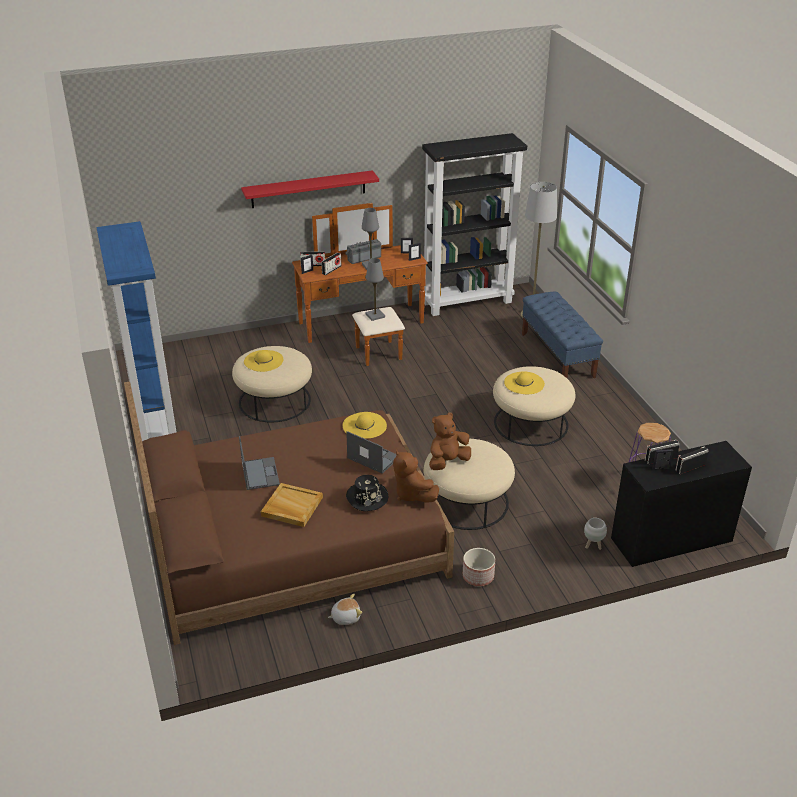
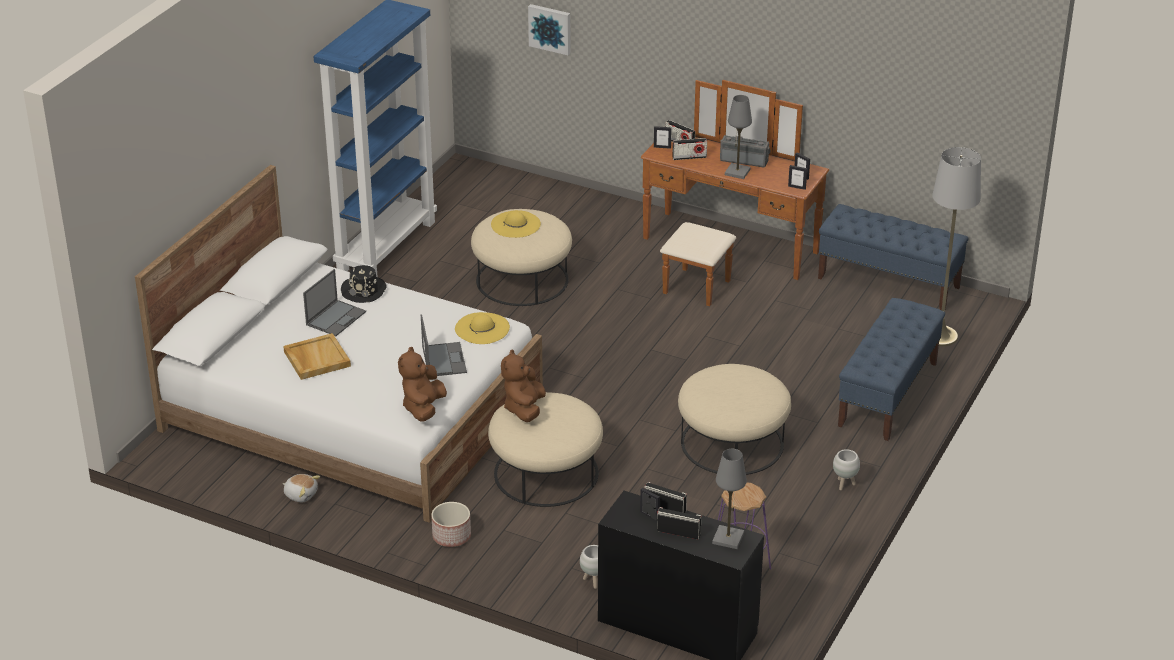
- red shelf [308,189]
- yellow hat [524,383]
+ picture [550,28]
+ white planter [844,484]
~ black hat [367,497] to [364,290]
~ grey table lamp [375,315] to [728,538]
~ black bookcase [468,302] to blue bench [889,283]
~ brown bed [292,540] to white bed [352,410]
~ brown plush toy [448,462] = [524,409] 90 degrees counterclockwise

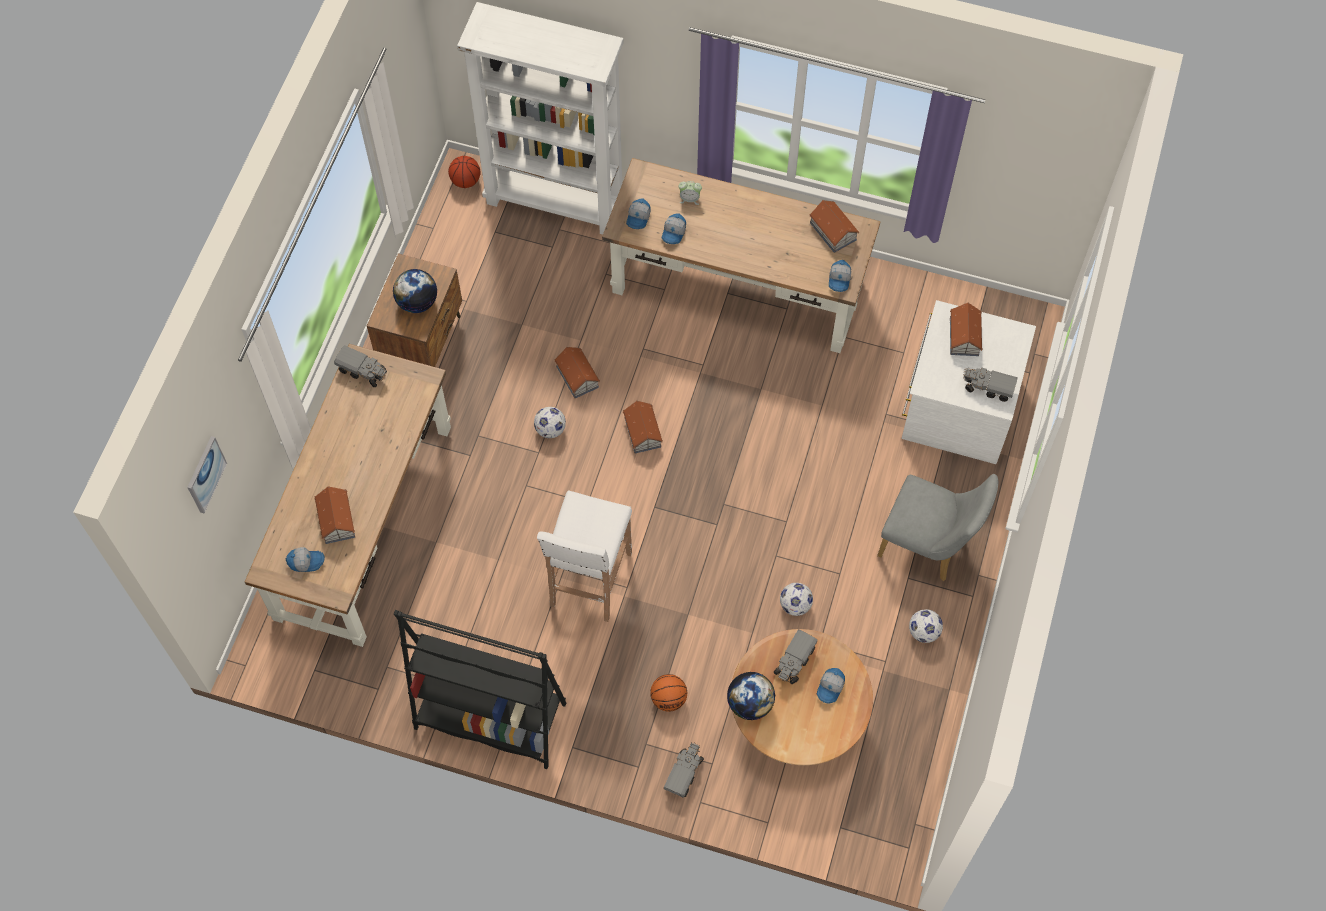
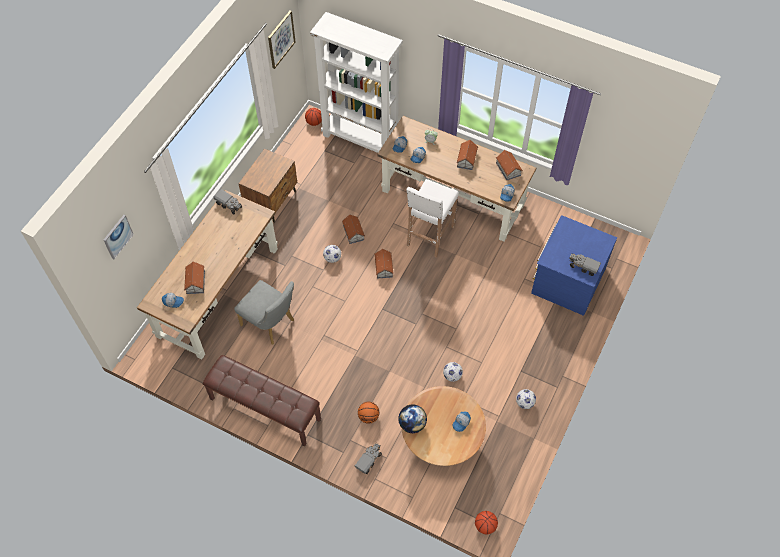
- globe [417,302]
- toy truck [794,662]
+ picture [281,39]
+ basketball [485,525]
~ white stool [589,581] to [429,236]
~ grey chair [929,545] to [271,324]
~ toy house [964,336] to [467,159]
~ black bookcase [490,715] to brown bench [264,409]
~ white dresser [958,405] to blue dresser [567,280]

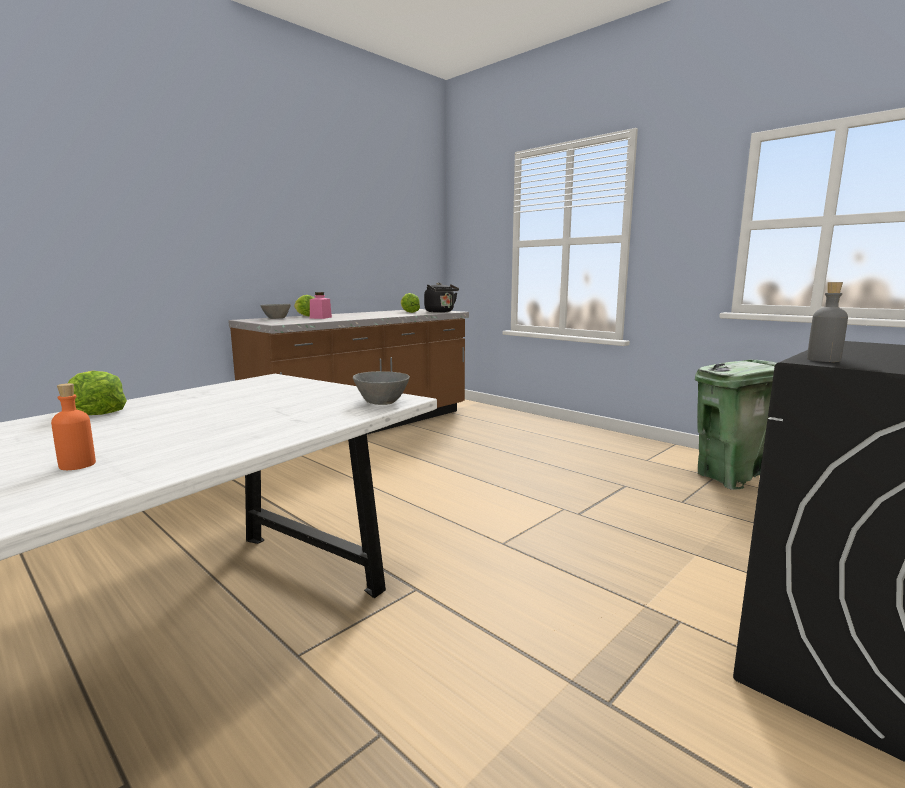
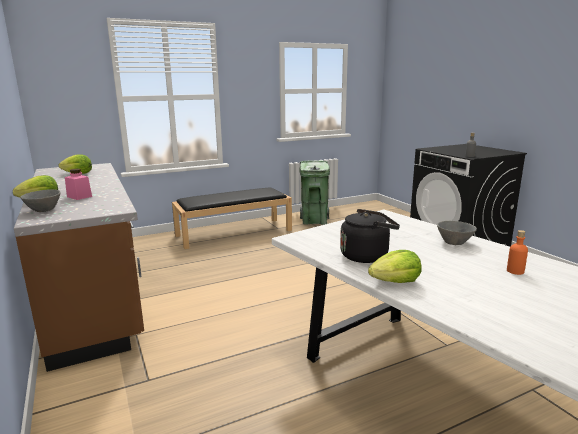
+ black bench [234,232]
~ grey bowl [381,402] to [455,242]
~ black kettle [440,312] to [367,256]

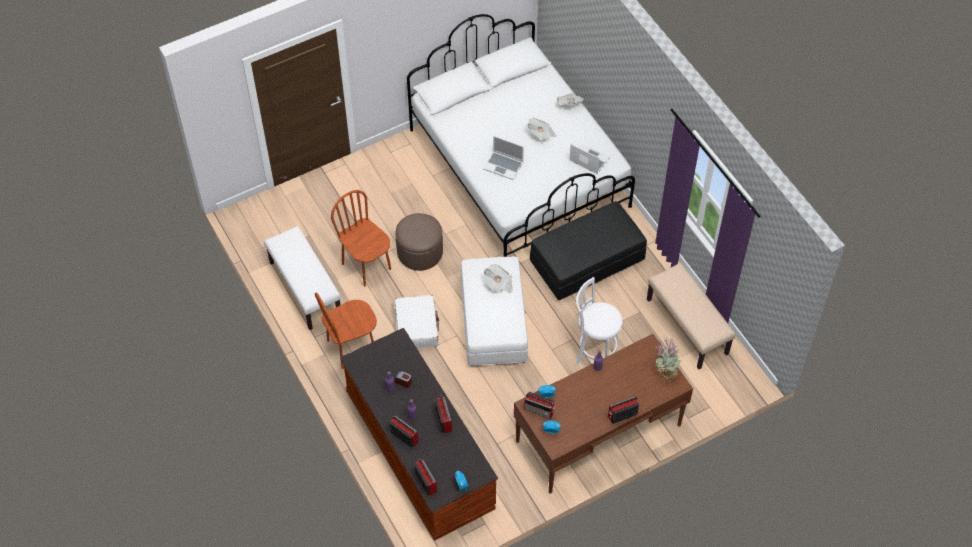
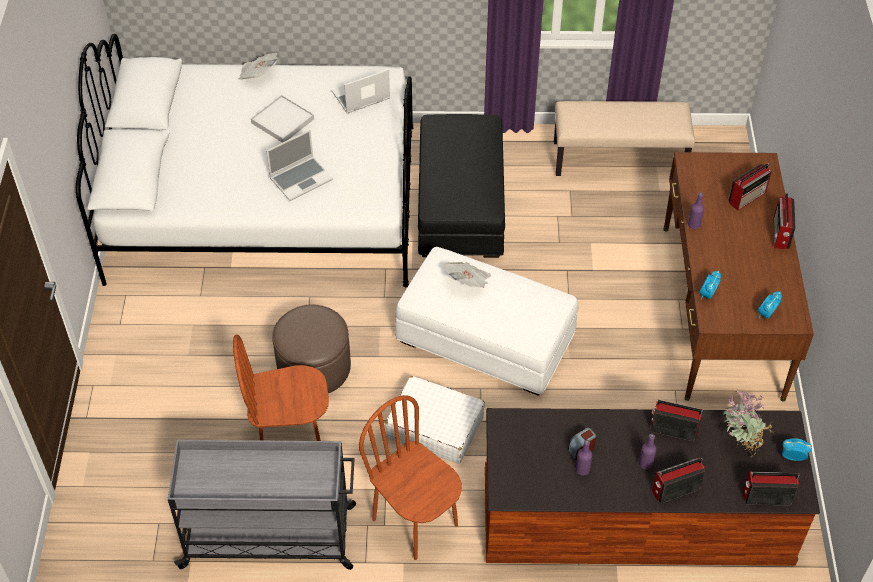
- white stool [594,353]
~ radio [539,411] to [747,197]
~ potted plant [665,373] to [739,444]
~ white bench [304,289] to grey cart [271,536]
~ newspaper [541,134] to white tray [282,121]
~ brown chair [351,347] = [415,522] 135 degrees clockwise

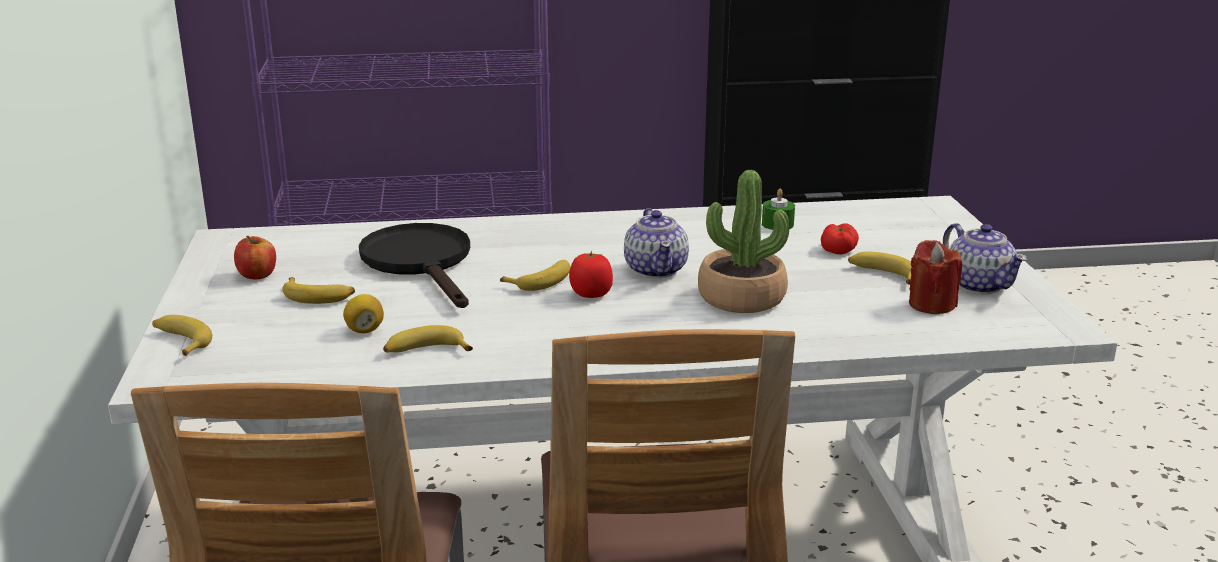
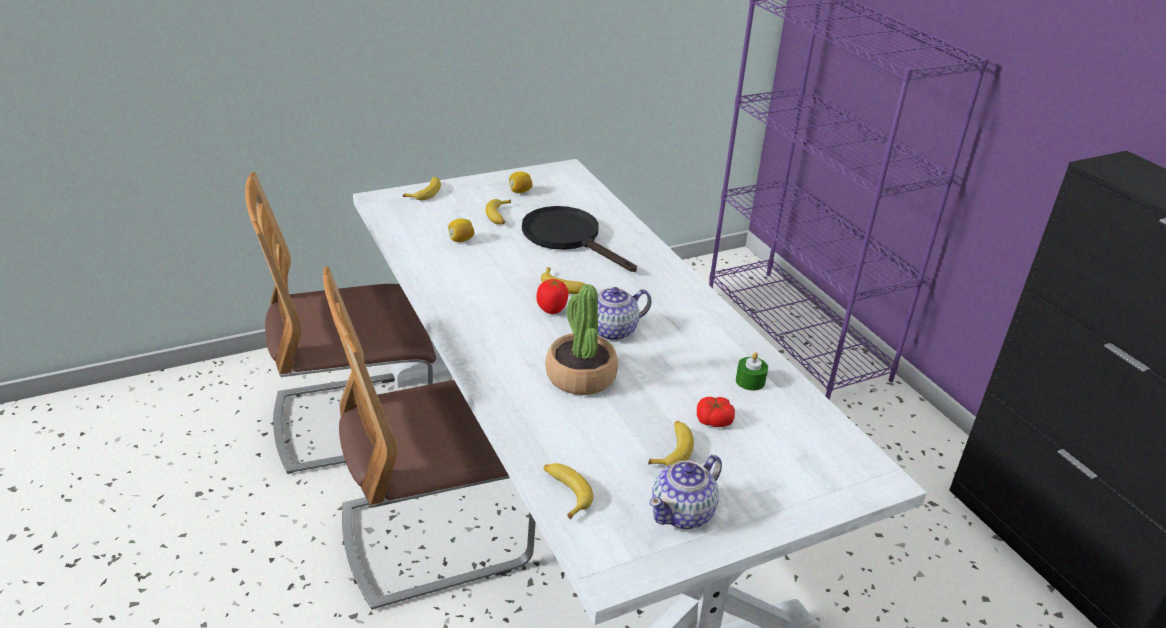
- red candle [931,304]
~ banana [426,351] to [565,493]
~ apple [257,275] to lemon [520,191]
~ black frying pan [421,263] = [569,238] 90 degrees counterclockwise

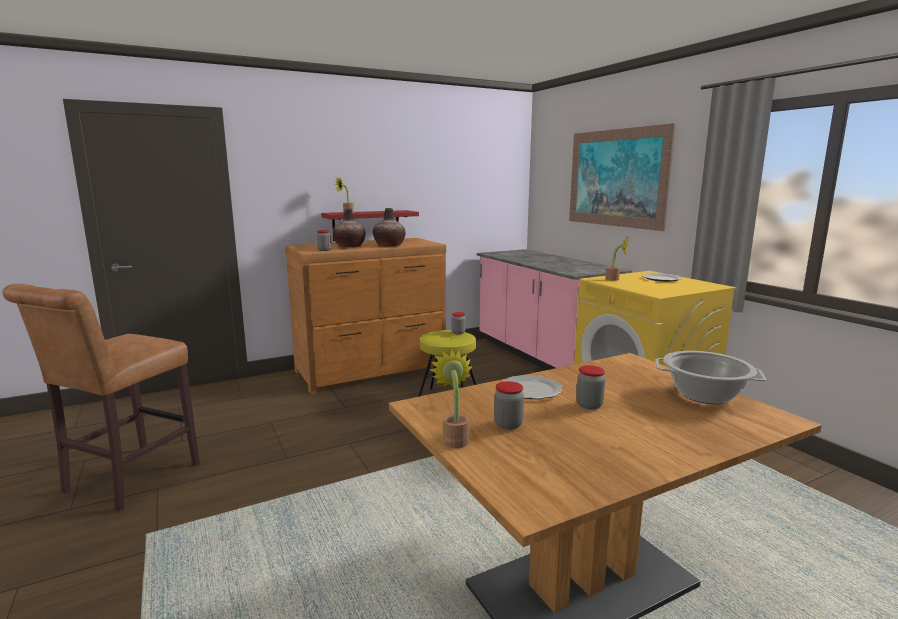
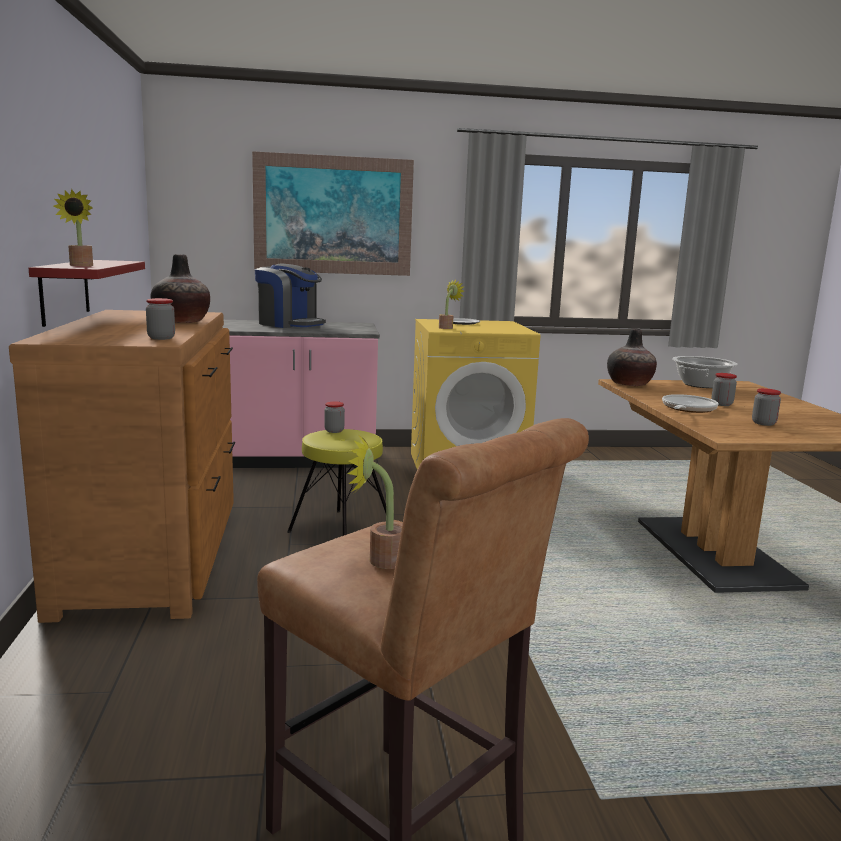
+ coffee machine [289,324]
~ vase [349,246] to [629,384]
~ potted plant [454,438] to [380,559]
~ plate [530,389] to frying pan [687,409]

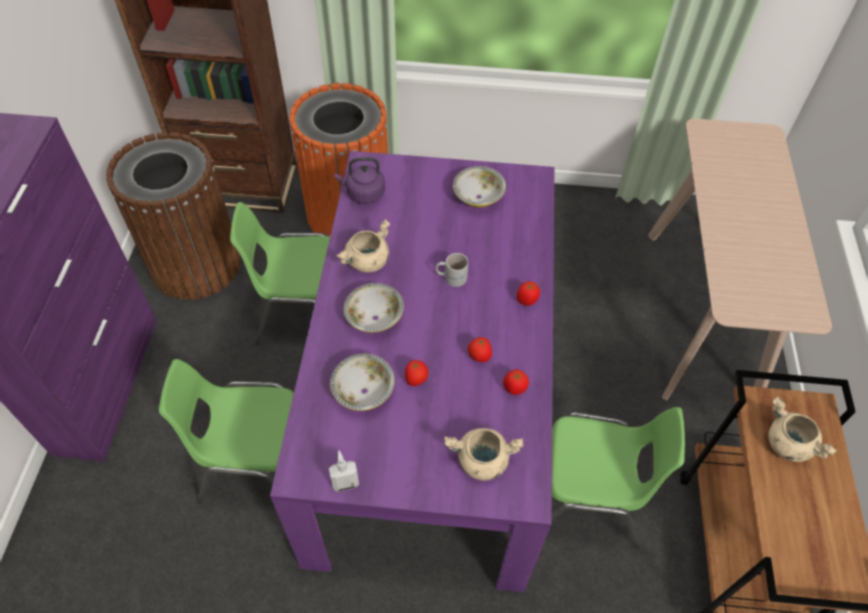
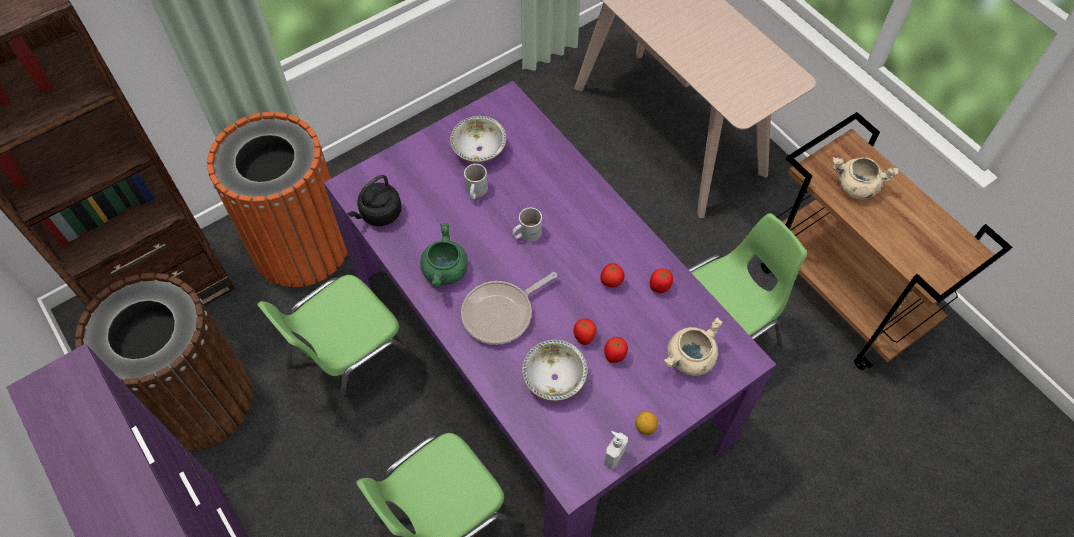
+ white mug [474,191]
+ lemon [645,427]
~ tomato [527,301] to [615,355]
~ bowl [374,318] to frying pan [501,313]
~ purple kettle [363,194] to black kettle [379,214]
~ beige cooking pot [367,262] to green cooking pot [446,271]

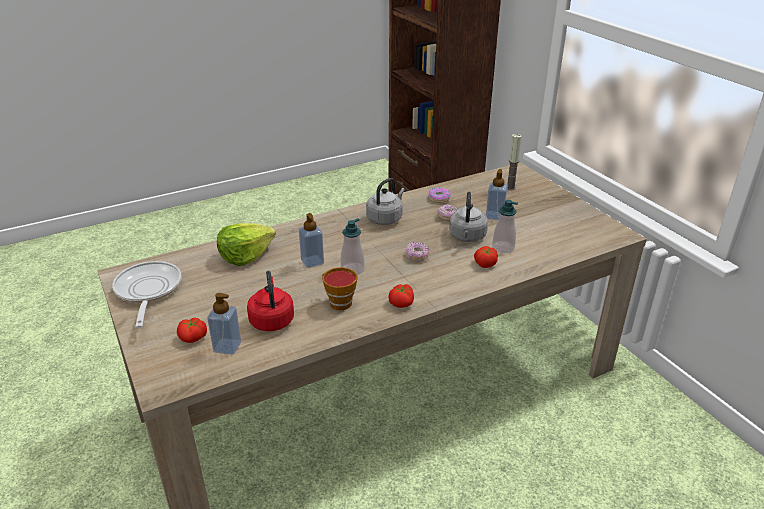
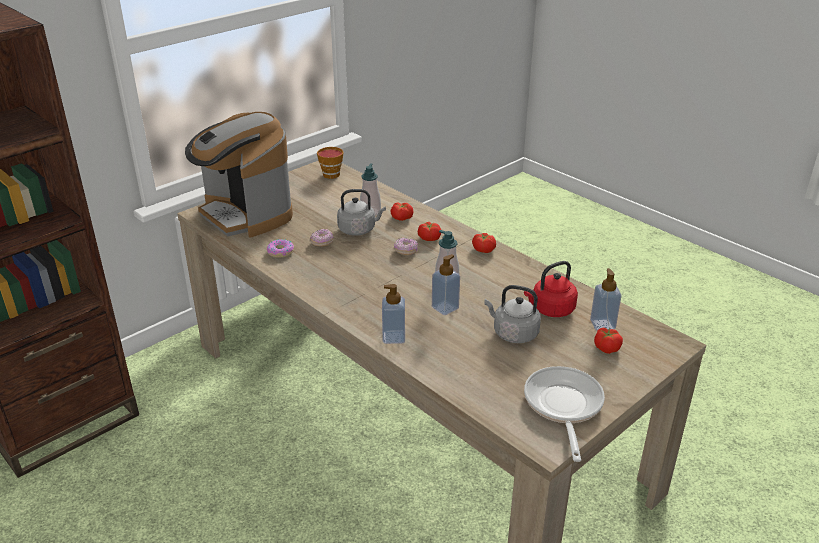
- lettuce [245,255]
+ tomato [429,238]
~ cup [338,302] to [330,176]
~ grey kettle [385,218] to [513,333]
~ soap dispenser [495,216] to [393,337]
~ candle [510,188] to coffee machine [246,214]
~ frying pan [147,291] = [563,406] 120 degrees clockwise

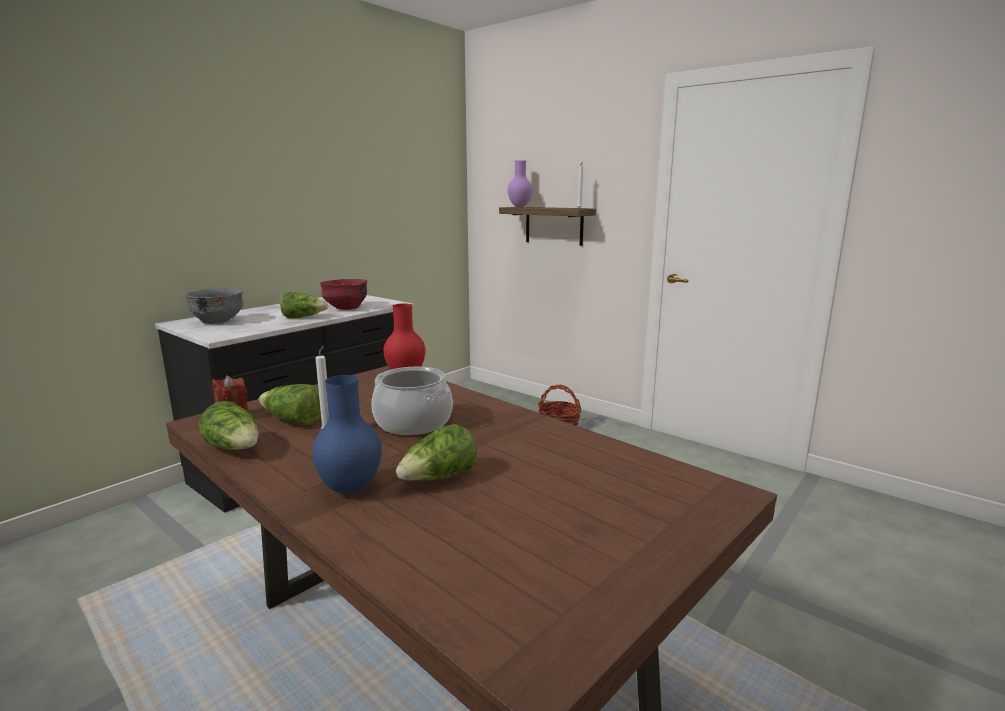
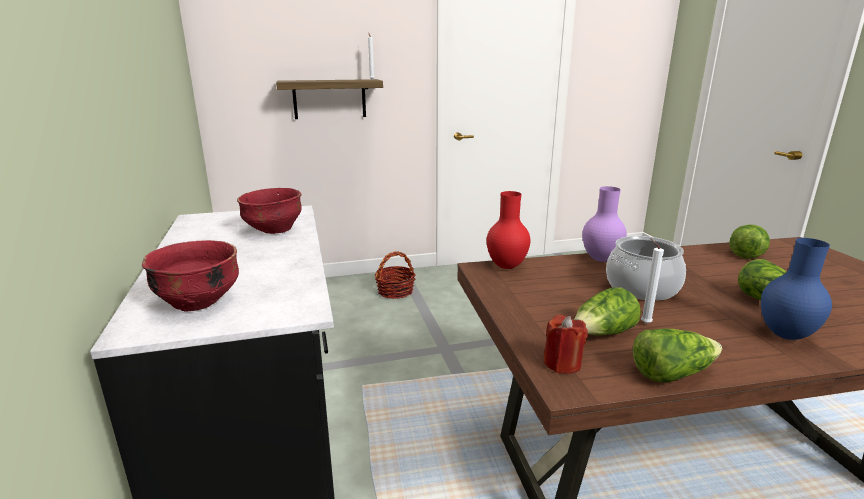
~ lettuce [303,317] to [746,253]
~ purple vase [520,207] to [601,259]
~ grey bowl [218,321] to red bowl [198,301]

